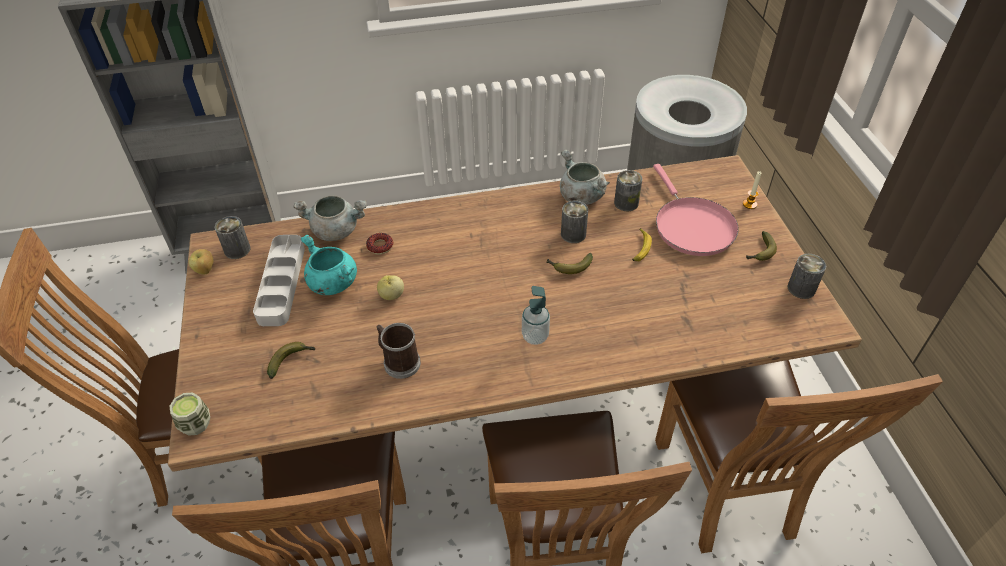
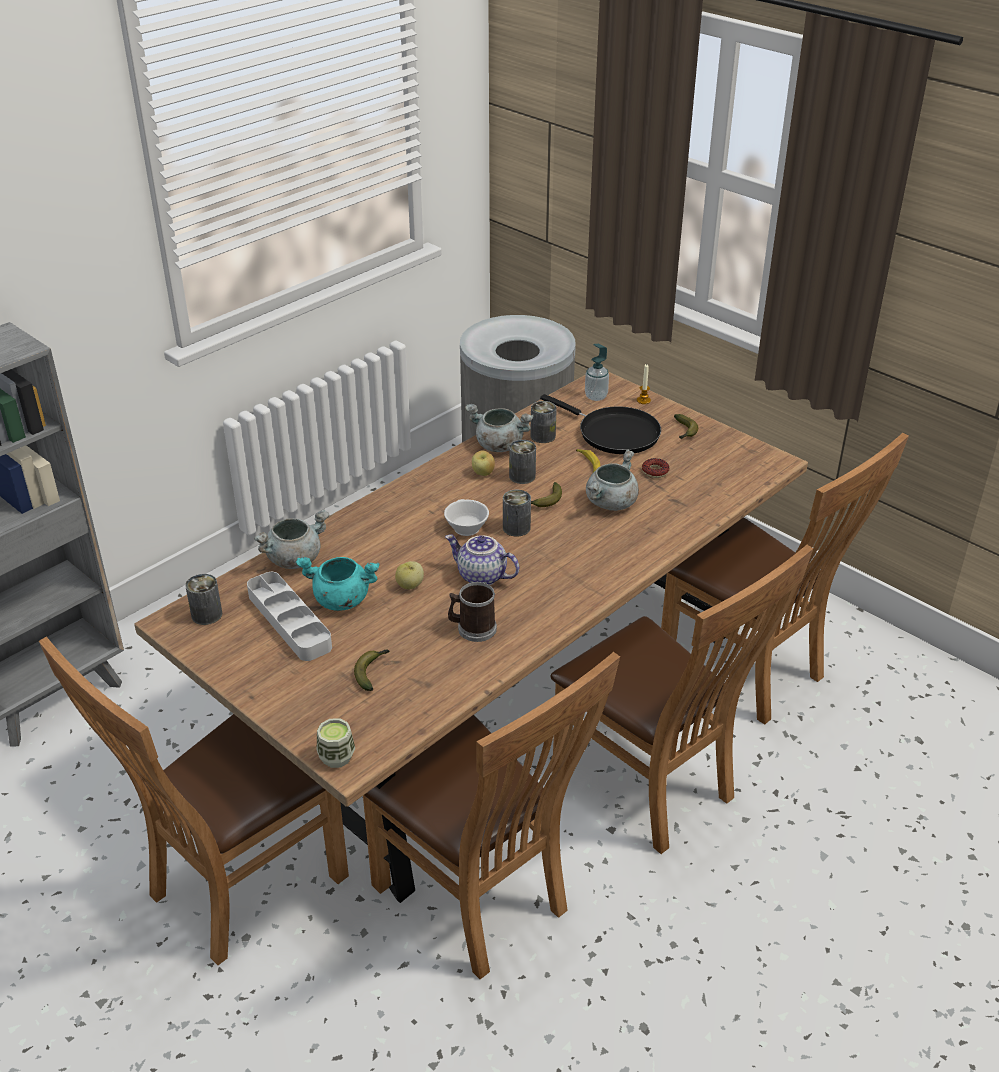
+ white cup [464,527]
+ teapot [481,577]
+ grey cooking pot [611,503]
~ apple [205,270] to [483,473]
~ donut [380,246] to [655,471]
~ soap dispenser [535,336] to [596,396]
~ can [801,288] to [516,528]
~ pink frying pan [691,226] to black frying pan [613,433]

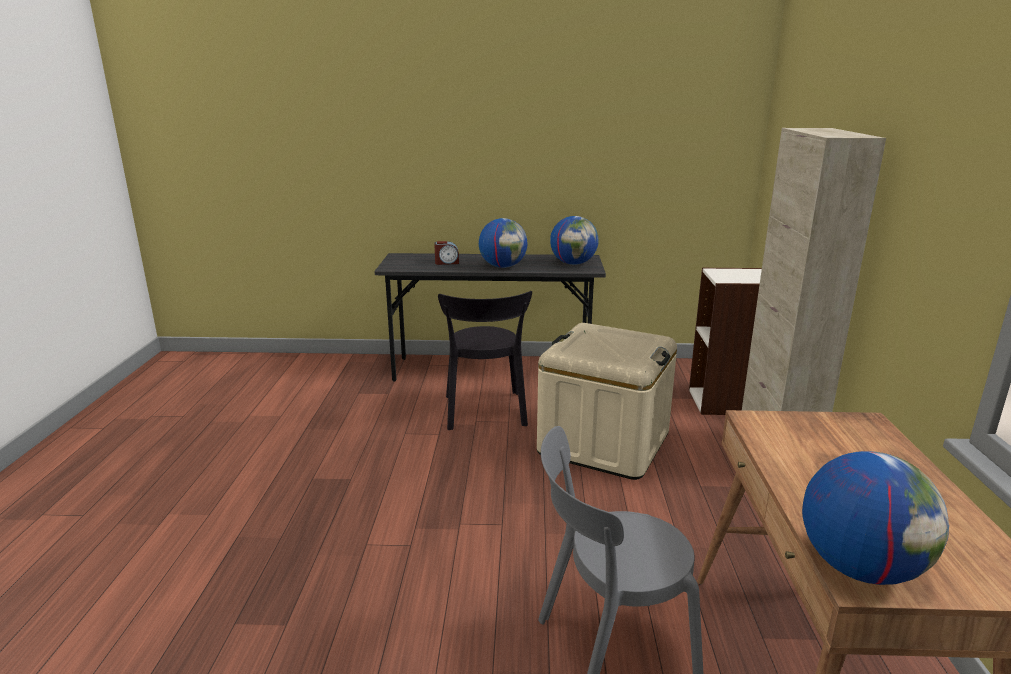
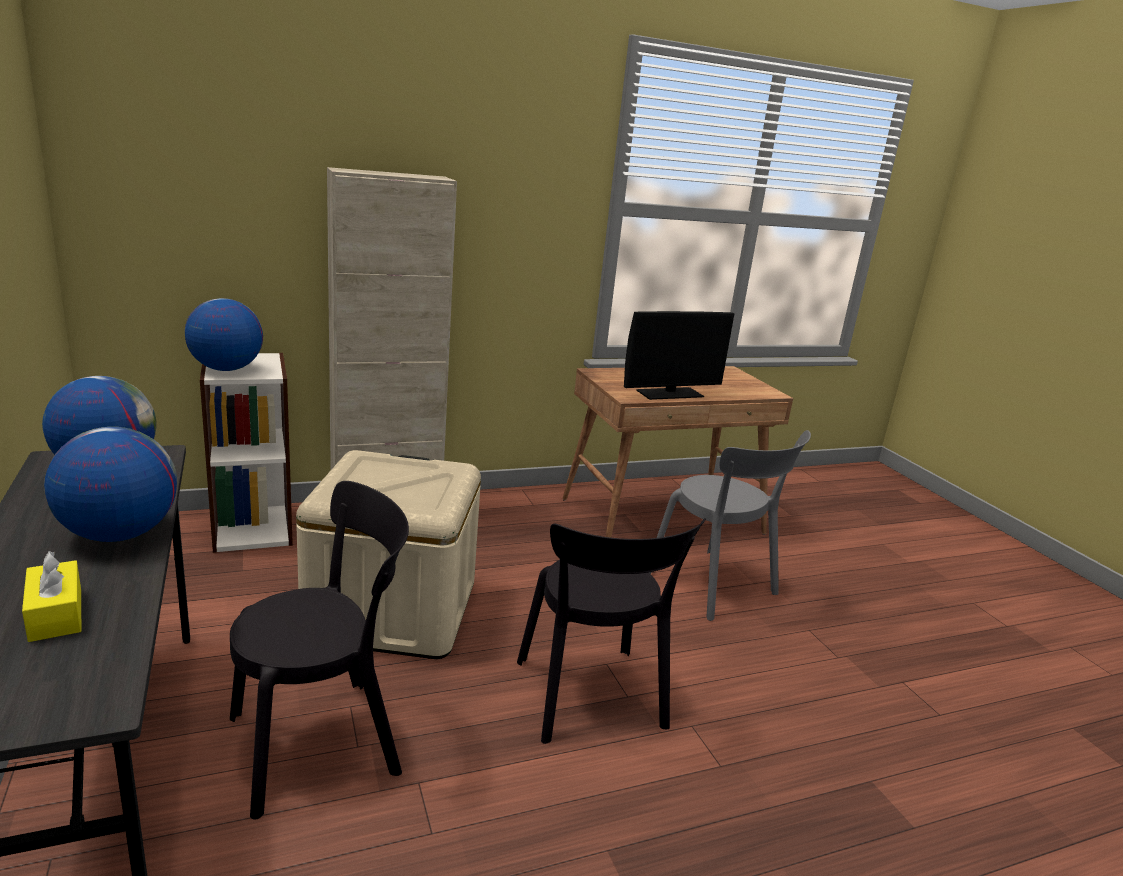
+ black chair [591,699]
+ monitor [670,393]
~ globe [860,567] to [226,369]
~ alarm clock [447,262] to yellow tissue box [56,614]

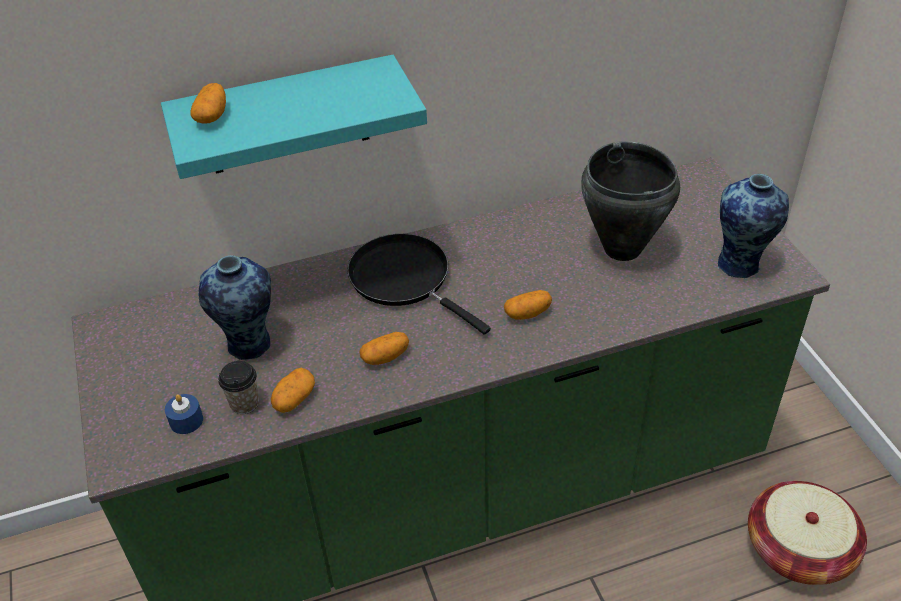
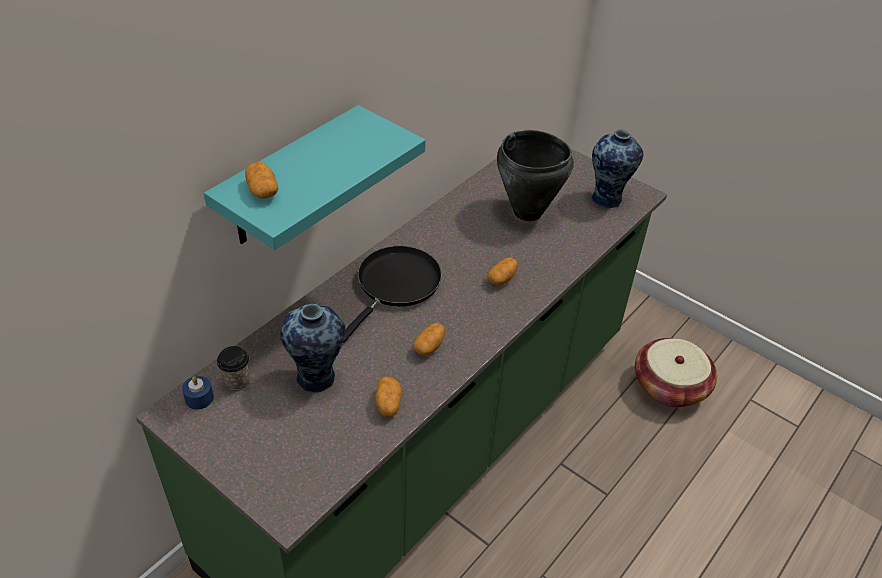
~ blue candle [186,420] to [199,398]
~ cup [244,403] to [237,381]
~ black frying pan [405,279] = [396,285] 105 degrees clockwise

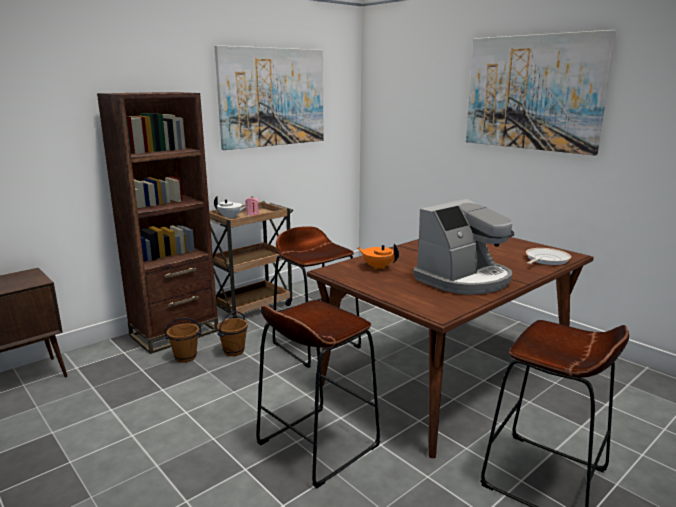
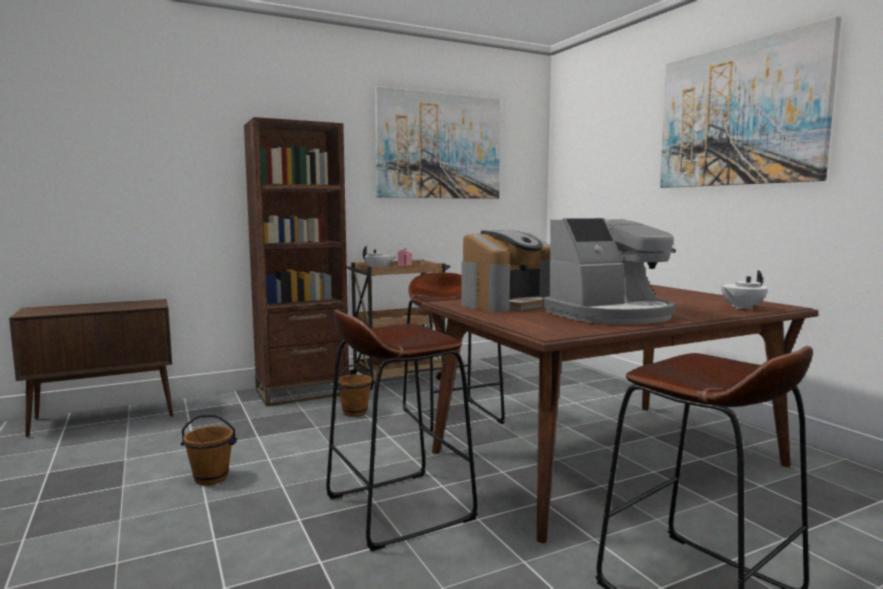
~ brown bucket [185,357] to [211,478]
~ orange teapot [377,267] to coffee machine [508,303]
~ frying pan [545,260] to white teapot [741,308]

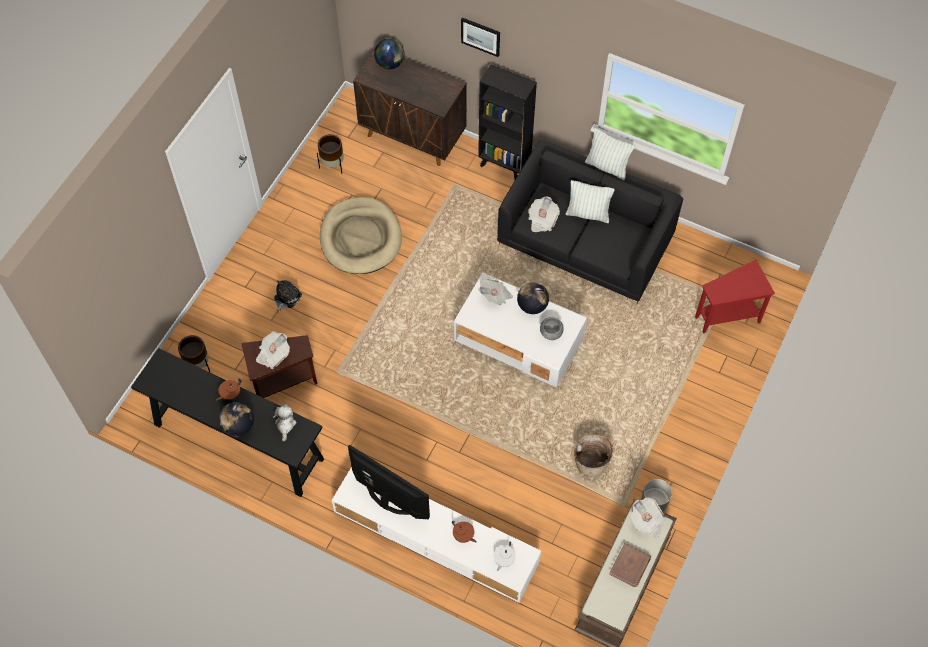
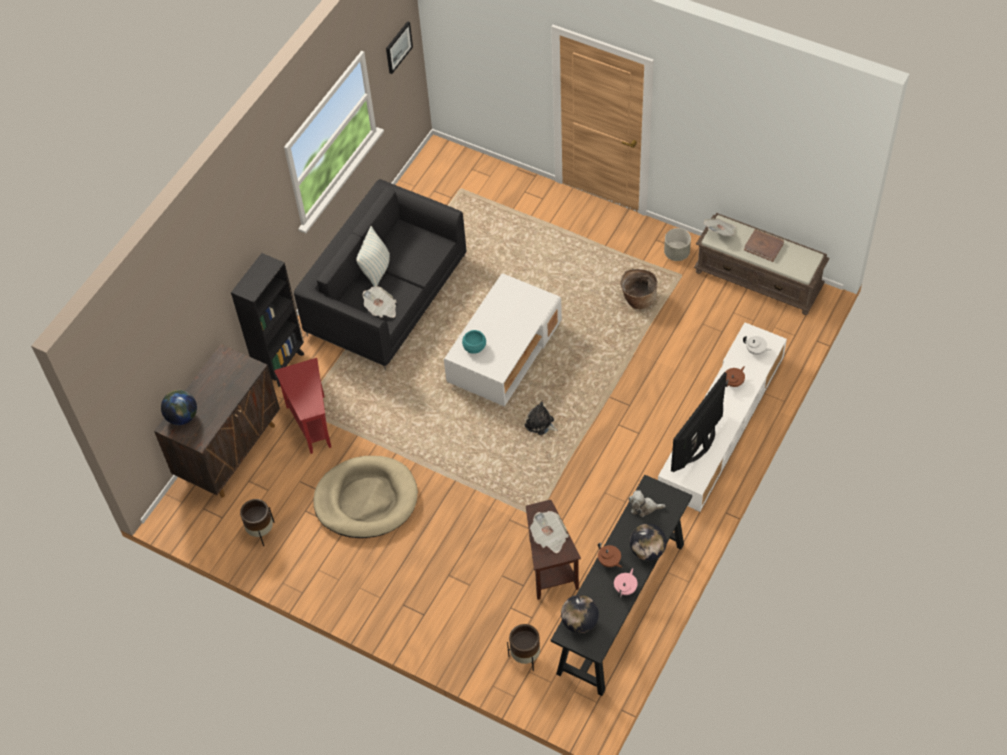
- grey bowl [551,333]
- pillow [607,167]
+ pink teapot [625,588]
~ plush toy [286,297] to [541,424]
~ picture [481,36] to [398,47]
~ globe [532,306] to [579,622]
~ red side table [728,315] to [312,422]
~ newspaper [495,296] to turquoise bowl [474,347]

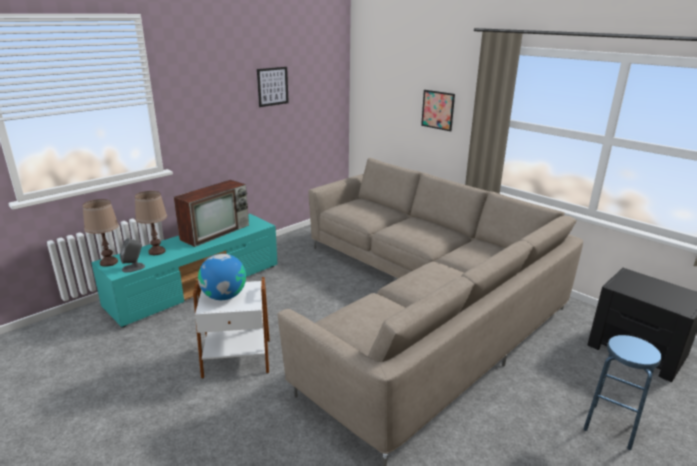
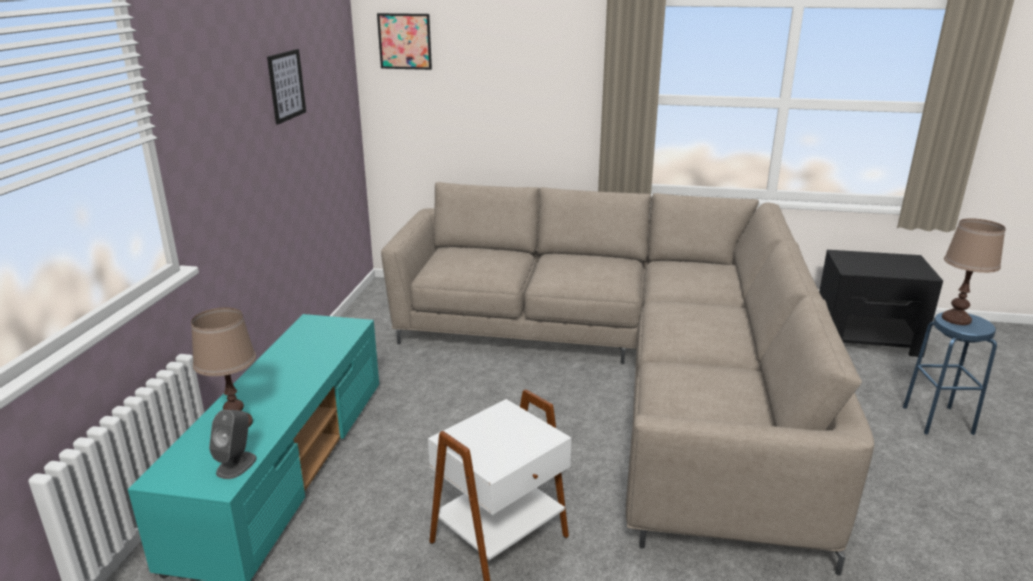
- television [216,231]
- globe [224,296]
~ brown table lamp [108,262] to [956,319]
~ picture [438,110] to [405,41]

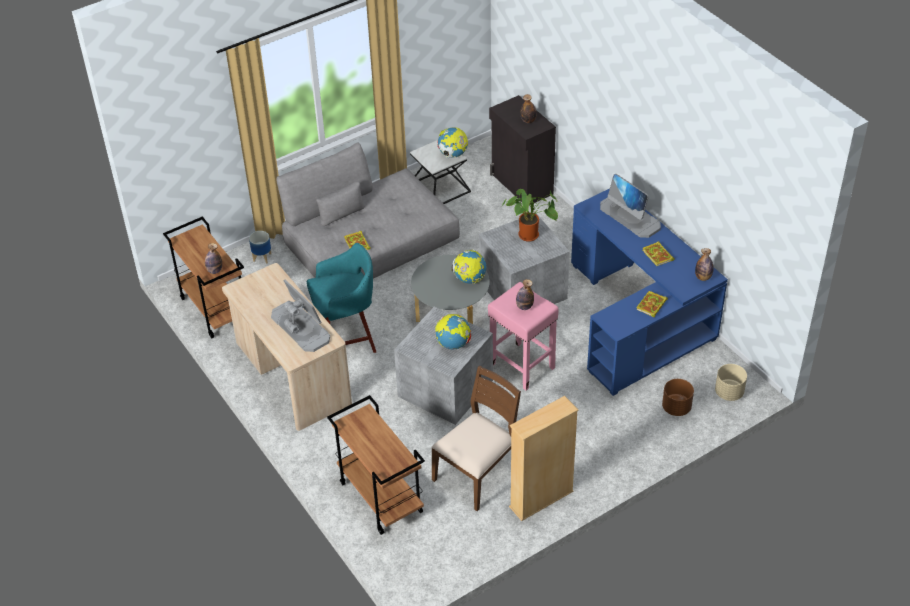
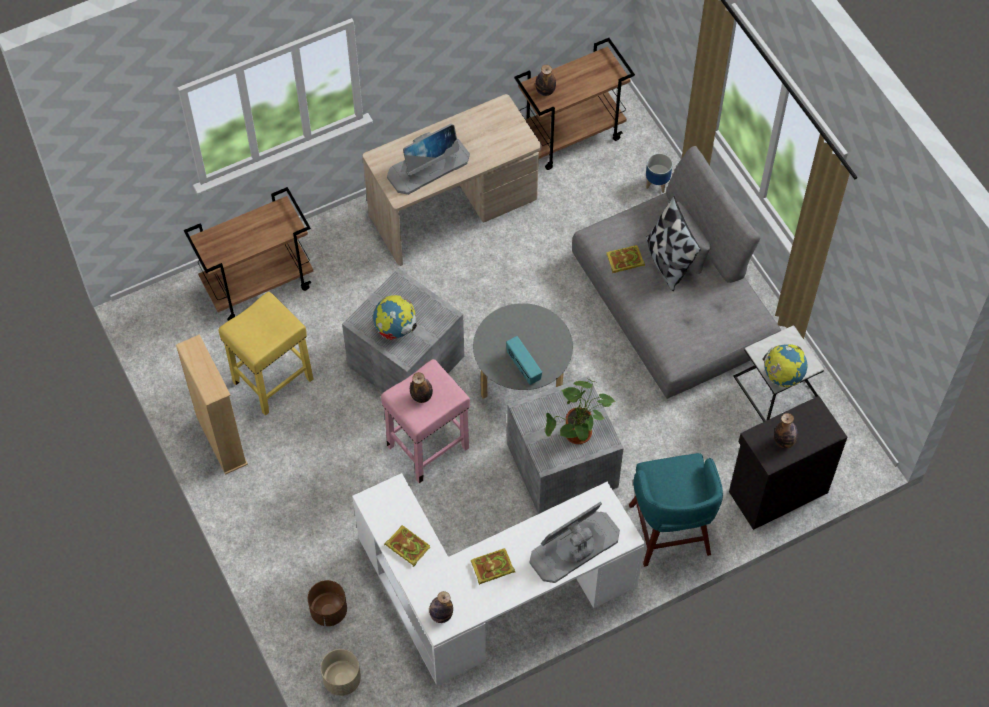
+ pillow [667,261]
~ turquoise stool [347,339] to [670,532]
~ brown chair [478,473] to yellow stool [272,381]
~ globe [469,279] to radio [523,367]
~ blue desk [639,319] to white desk [489,597]

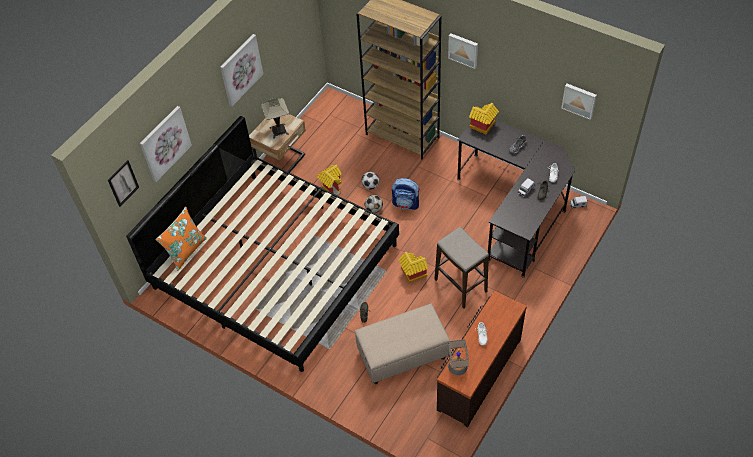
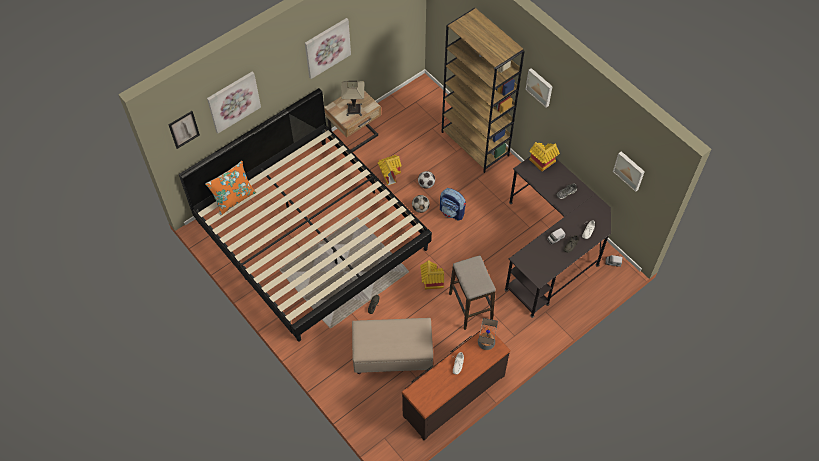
~ table lamp [457,368] to [486,343]

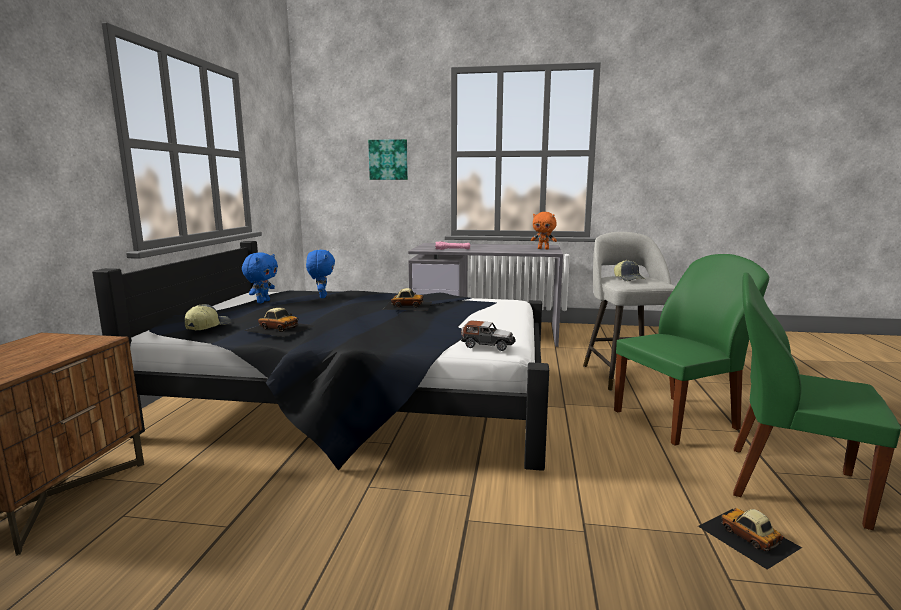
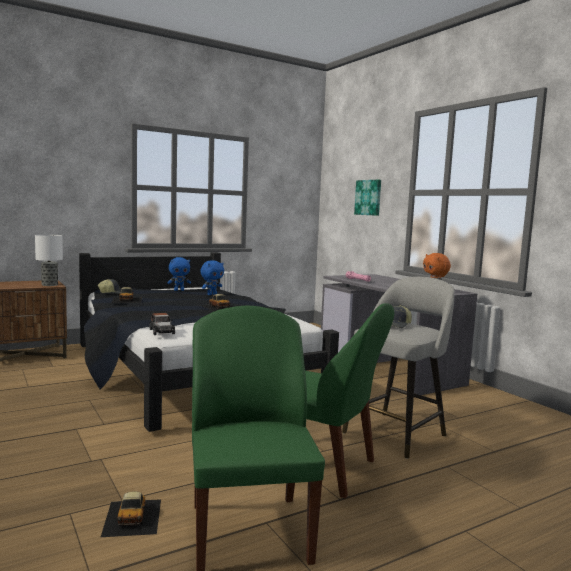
+ table lamp [50,285]
~ toy car [748,537] = [133,516] 150 degrees clockwise

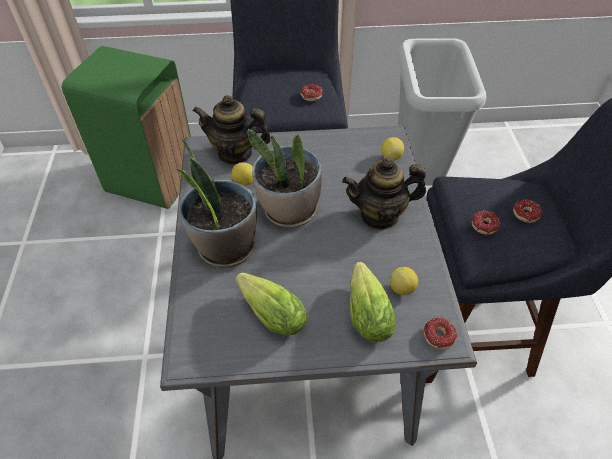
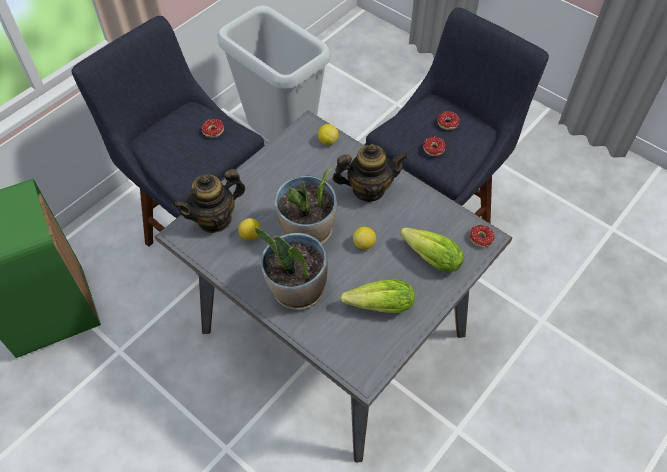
~ lemon [402,288] to [364,244]
~ teapot [380,215] = [368,189] 135 degrees counterclockwise

